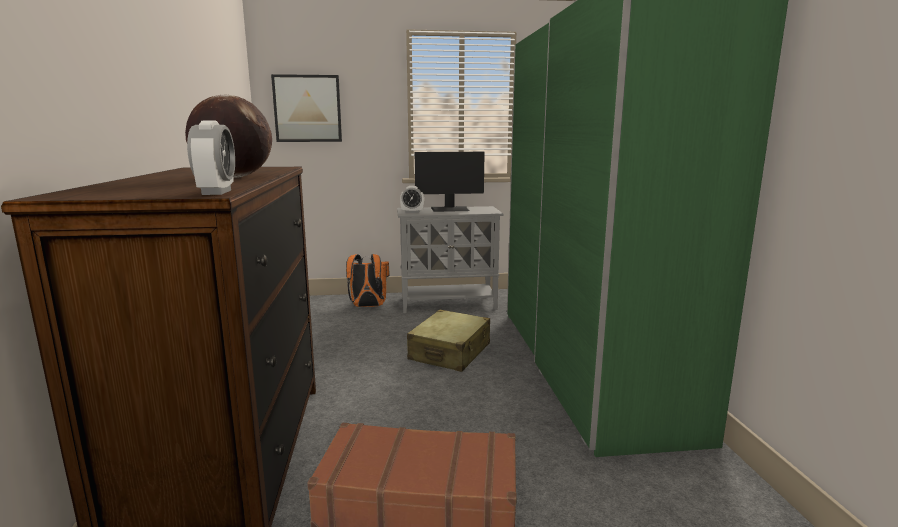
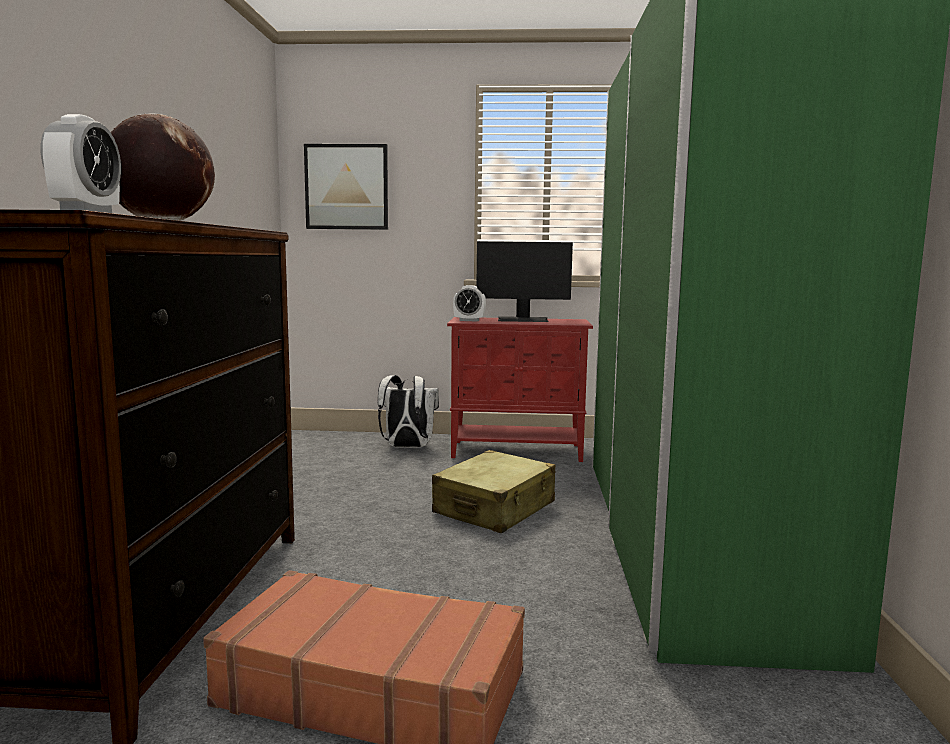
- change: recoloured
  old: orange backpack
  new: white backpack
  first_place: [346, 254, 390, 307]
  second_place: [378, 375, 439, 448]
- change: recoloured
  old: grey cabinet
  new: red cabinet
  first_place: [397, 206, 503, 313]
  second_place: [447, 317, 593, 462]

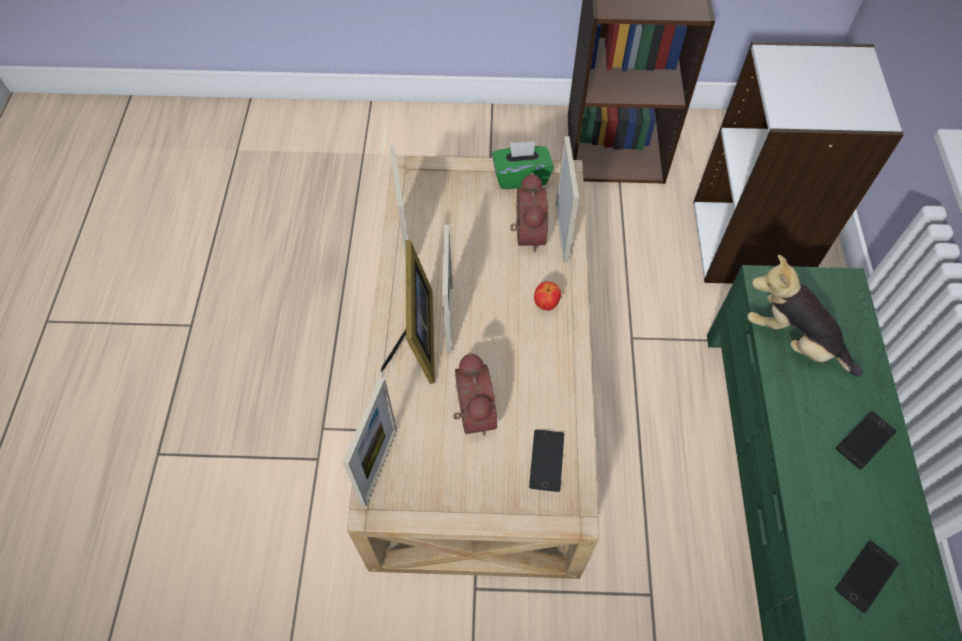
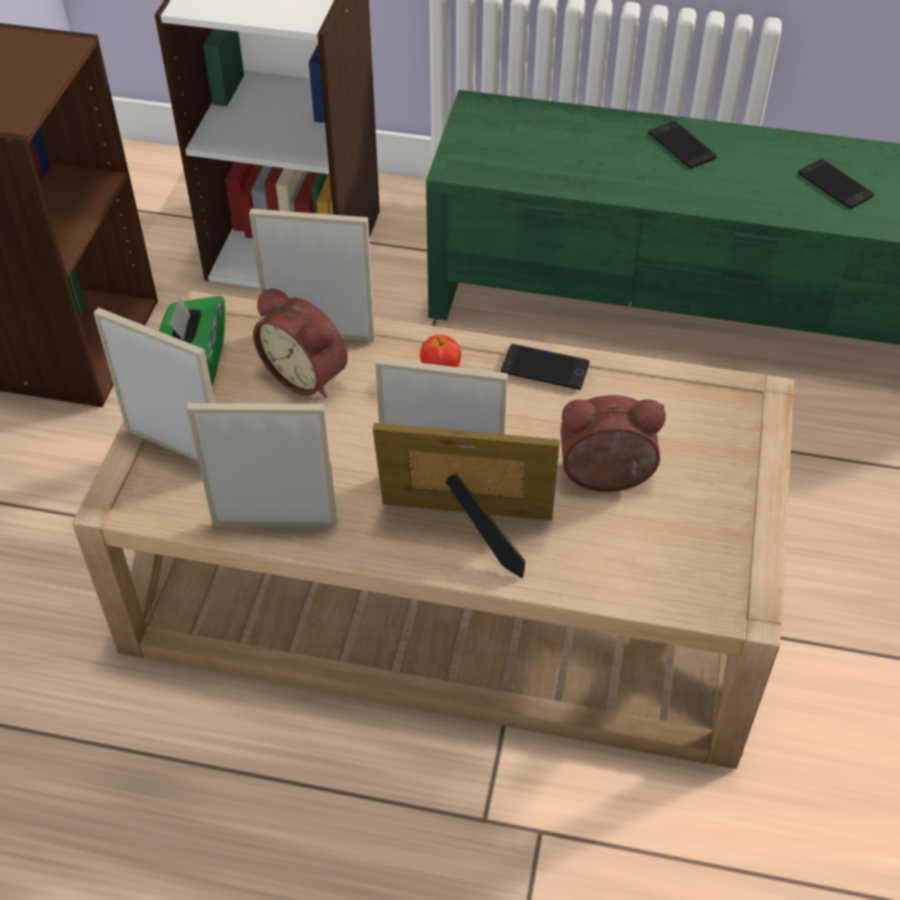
- change: removed
  old: plush toy
  first_place: [747, 254, 863, 376]
- change: moved
  old: picture frame
  first_place: [342, 377, 397, 507]
  second_place: [93, 307, 215, 461]
- change: moved
  old: phone
  first_place: [529, 429, 564, 492]
  second_place: [501, 344, 590, 390]
- change: turned
  old: alarm clock
  first_place: [510, 173, 548, 253]
  second_place: [253, 288, 348, 398]
  degrees: -150

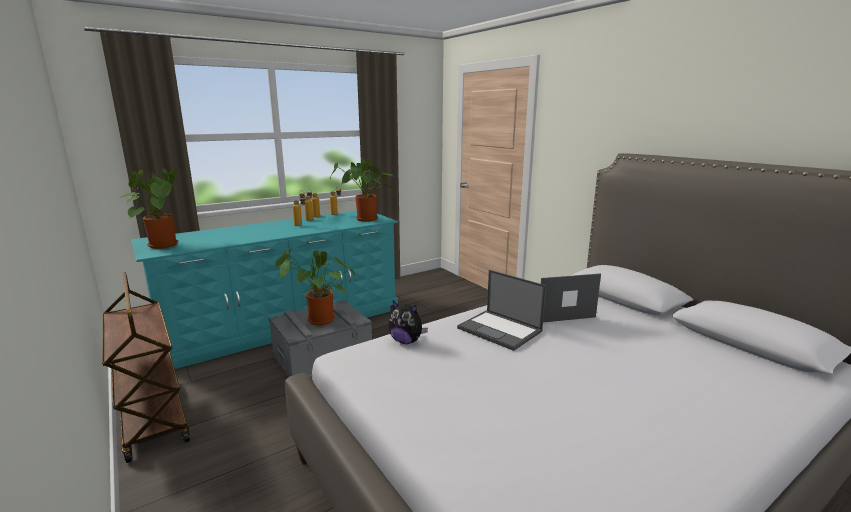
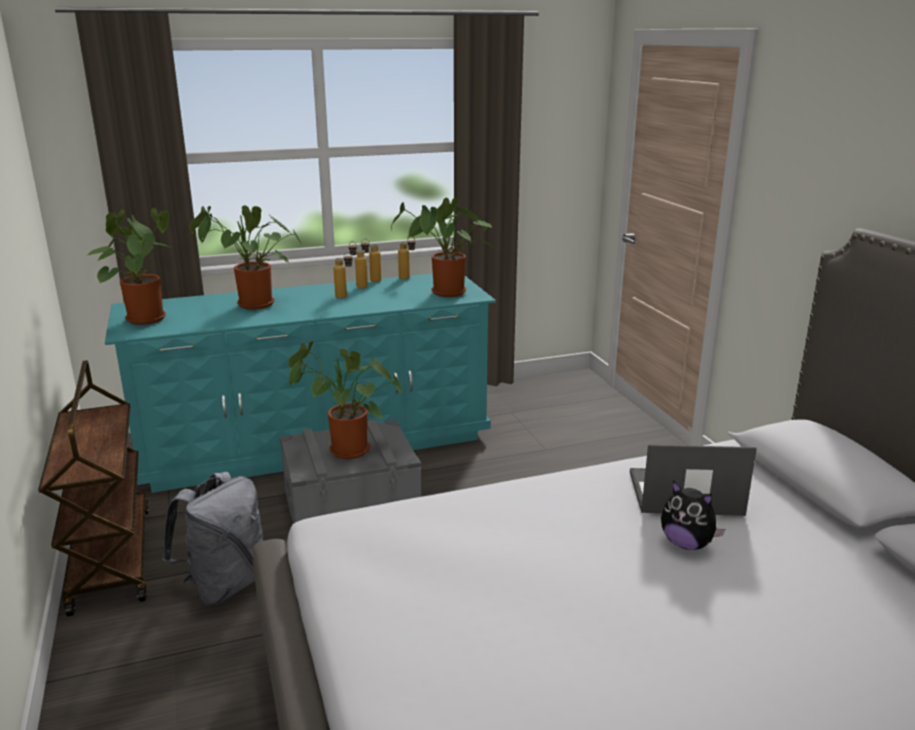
- change: removed
  old: laptop
  first_place: [457, 270, 546, 351]
- change: added
  new: grey backpack
  second_place: [162, 472, 263, 606]
- change: added
  new: potted plant
  second_place: [190, 205, 301, 310]
- change: moved
  old: plush toy
  first_place: [388, 301, 428, 344]
  second_place: [661, 480, 725, 550]

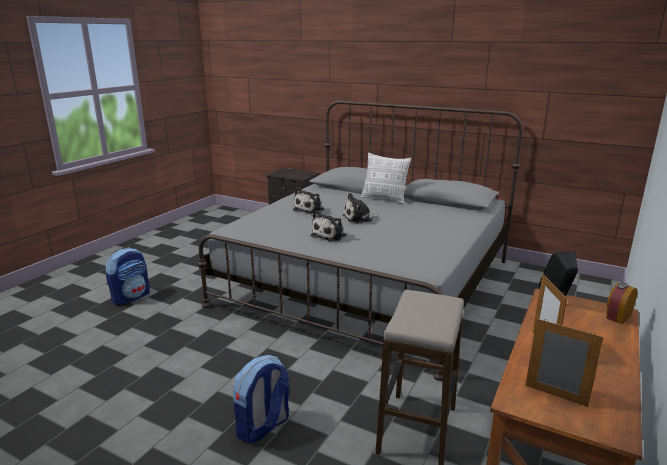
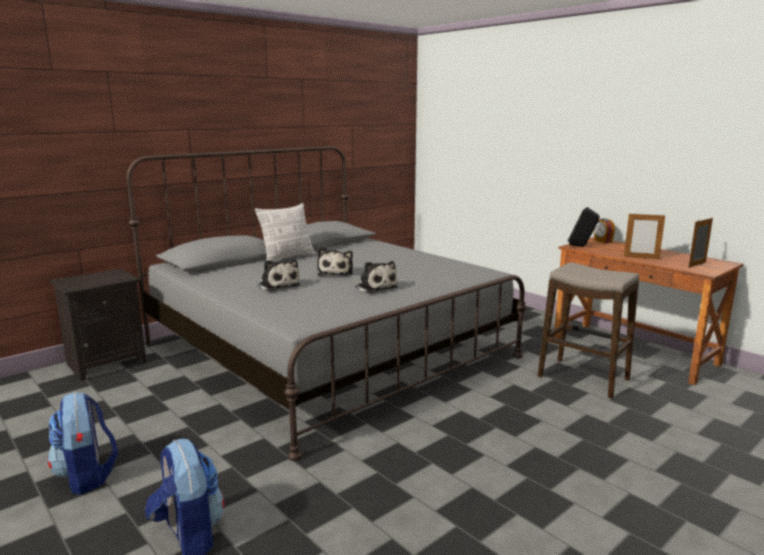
- change: moved
  old: backpack
  first_place: [233, 355, 289, 443]
  second_place: [47, 392, 118, 495]

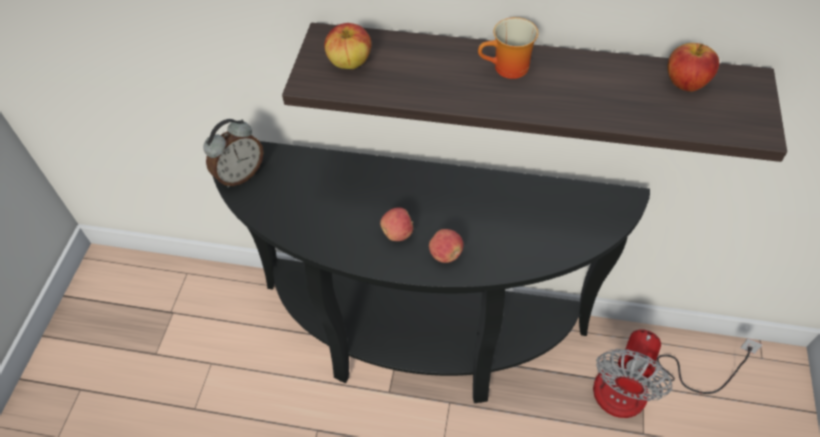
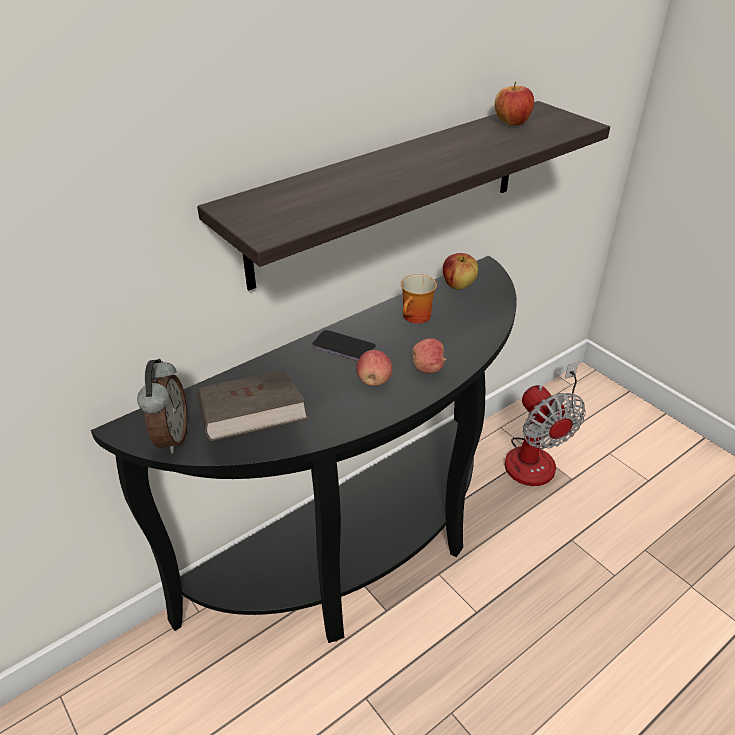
- change: added
  new: brown book
  second_place: [197, 370, 308, 441]
- change: added
  new: phone
  second_place: [312, 330, 376, 361]
- change: moved
  old: apple
  first_place: [324, 23, 372, 69]
  second_place: [443, 253, 478, 290]
- change: moved
  old: mug
  first_place: [478, 17, 538, 79]
  second_place: [401, 274, 437, 324]

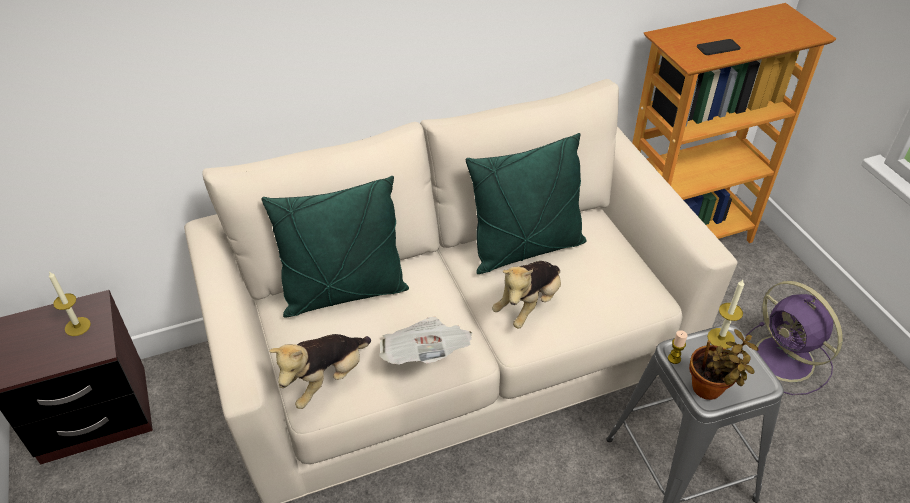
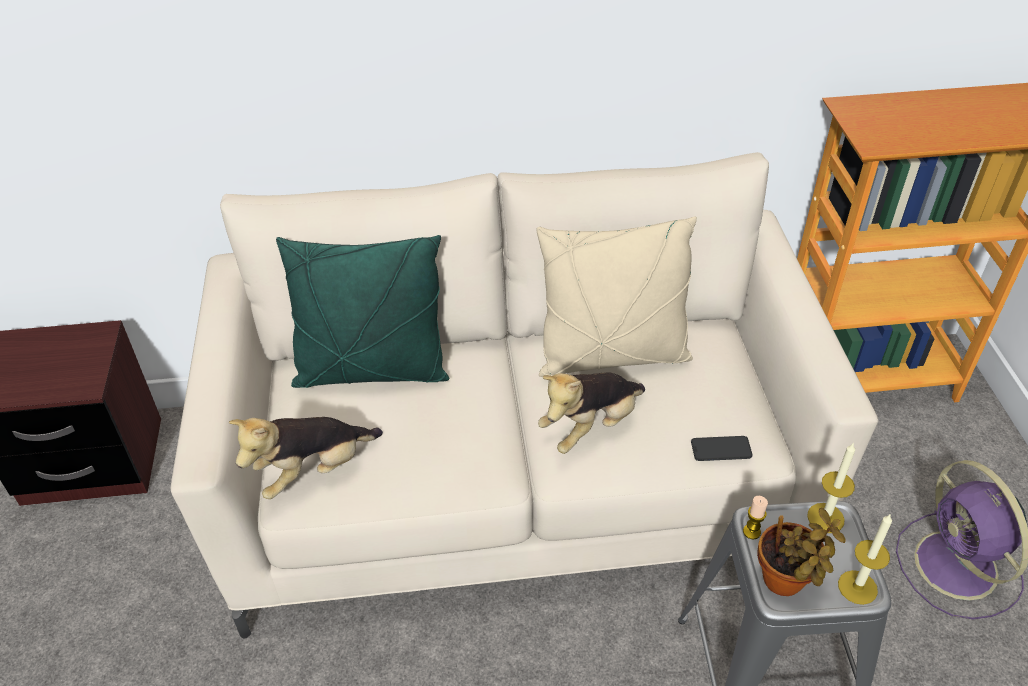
- change: removed
  old: newspaper
  first_place: [379, 317, 472, 365]
- change: moved
  old: candle
  first_place: [49, 271, 91, 336]
  second_place: [838, 513, 892, 605]
- change: moved
  old: phone
  first_place: [697, 39, 741, 55]
  second_place: [691, 436, 753, 461]
- change: recoloured
  old: green pillow
  new: beige pillow
  first_place: [466, 133, 586, 274]
  second_place: [536, 216, 697, 377]

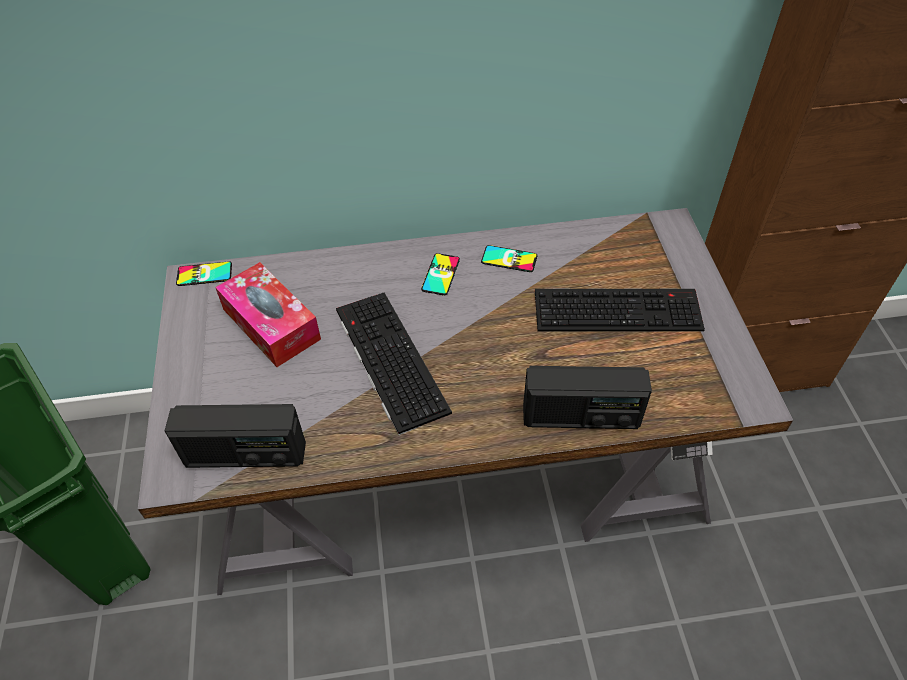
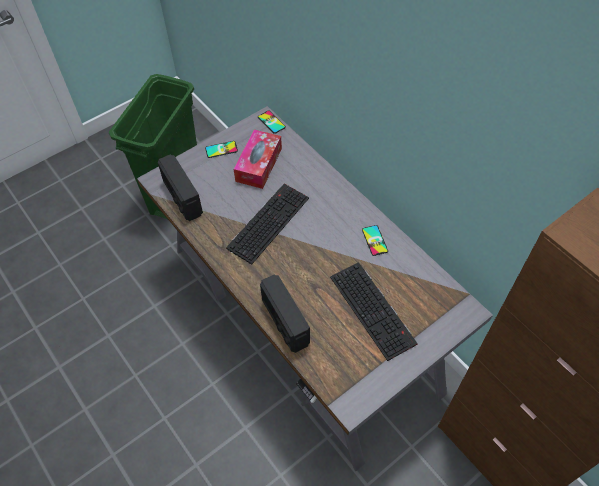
- change: moved
  old: phone
  first_place: [421, 253, 460, 296]
  second_place: [205, 141, 238, 158]

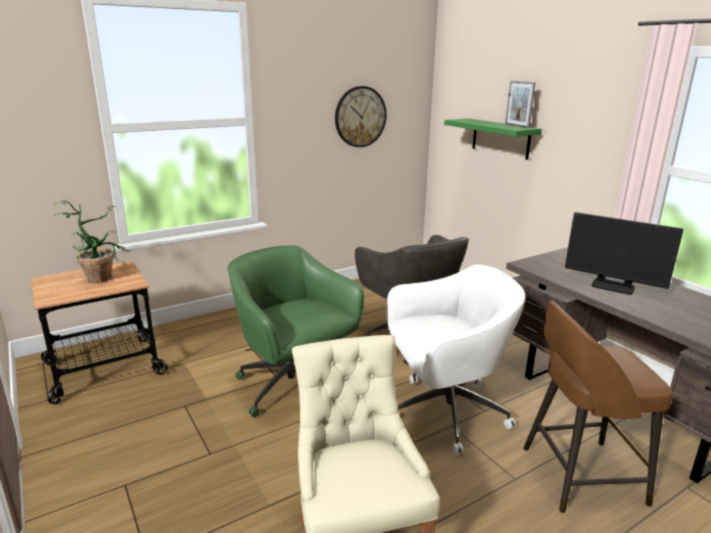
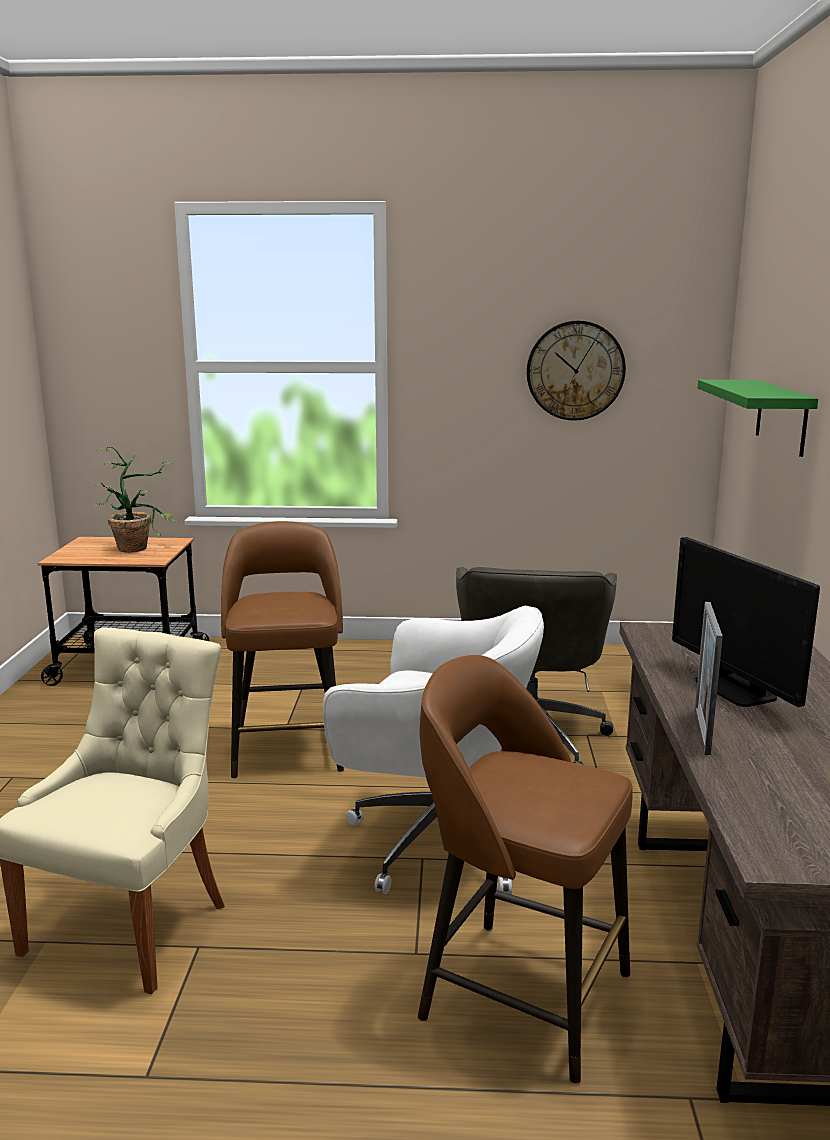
- change: moved
  old: picture frame
  first_place: [505, 81, 536, 128]
  second_place: [695, 602, 723, 755]
- change: replaced
  old: green office chair
  new: brown stool
  first_place: [228, 245, 364, 417]
  second_place: [221, 521, 344, 779]

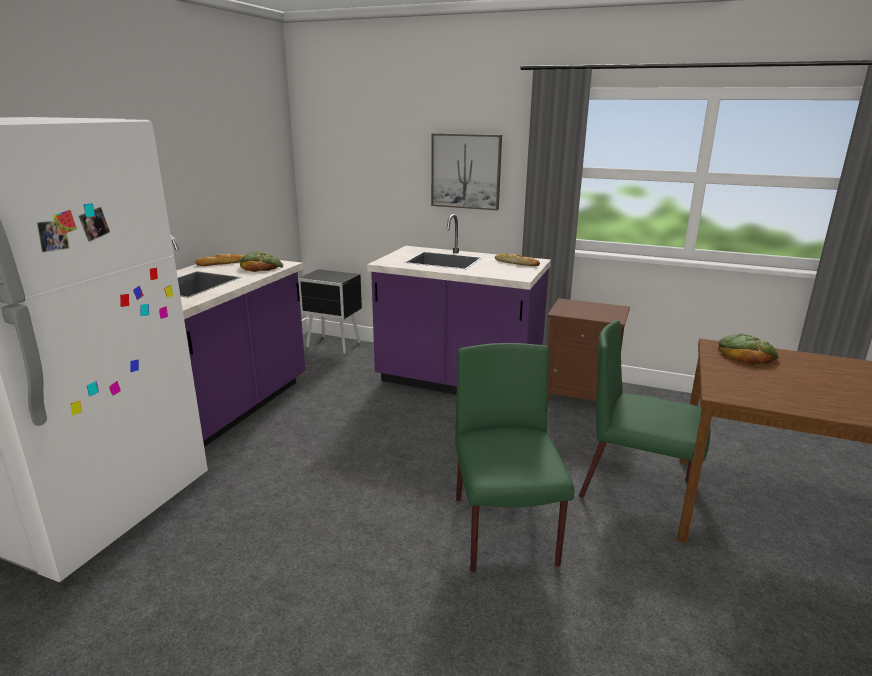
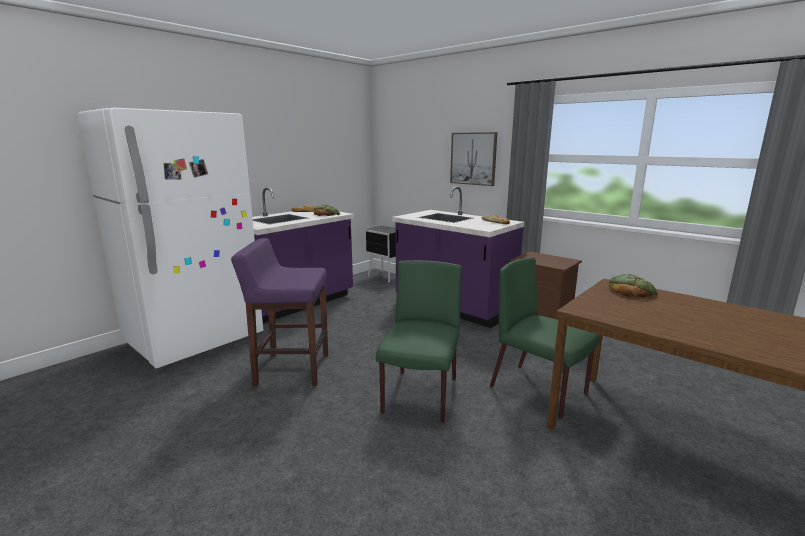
- change: added
  new: purple stool
  second_place: [231, 238, 328, 386]

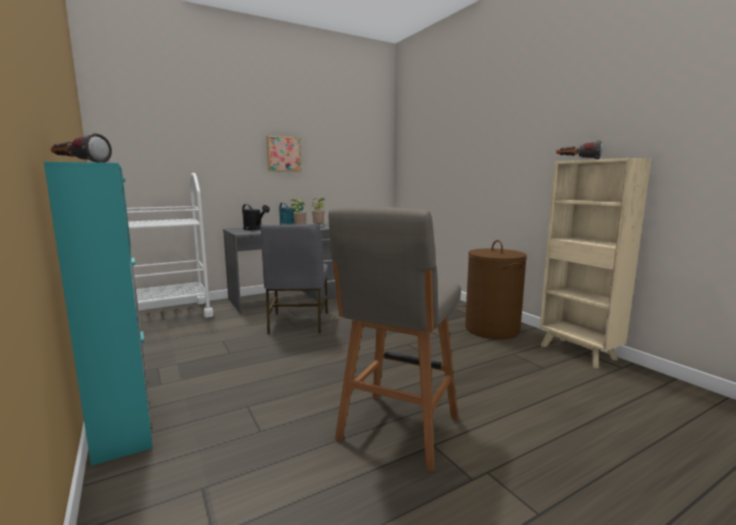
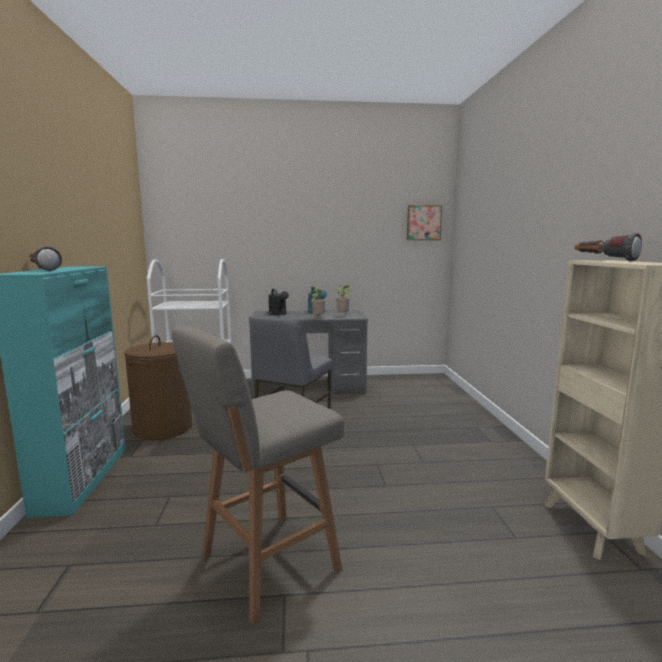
- change: moved
  old: picture
  first_place: [267, 136, 301, 172]
  second_place: [407, 205, 442, 240]
- change: moved
  old: brown laundry basket
  first_place: [465, 240, 527, 339]
  second_place: [124, 335, 192, 440]

